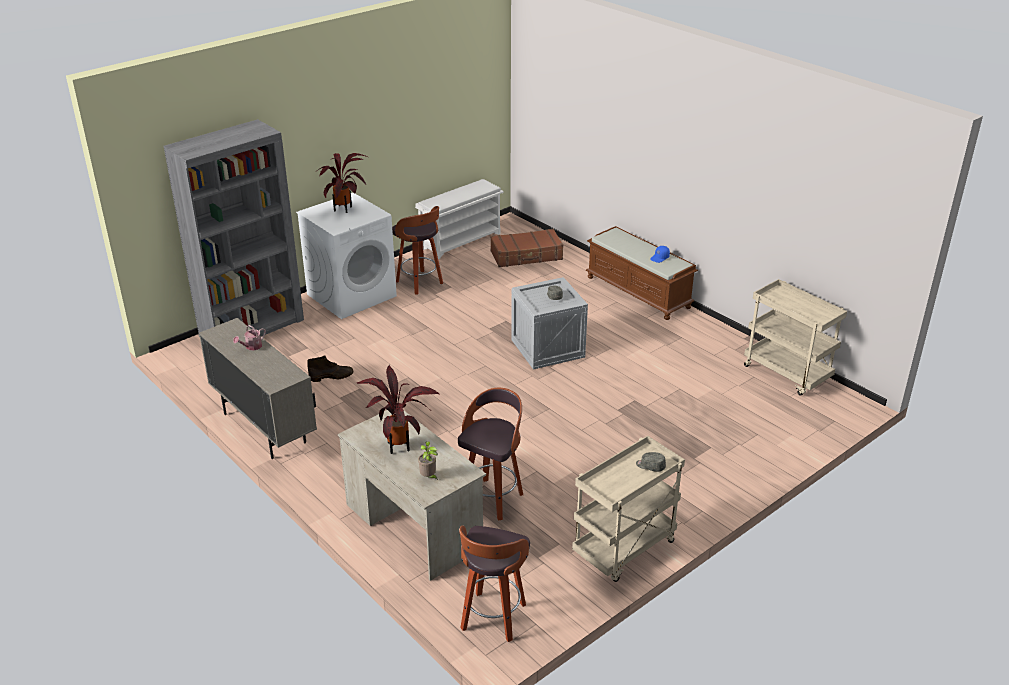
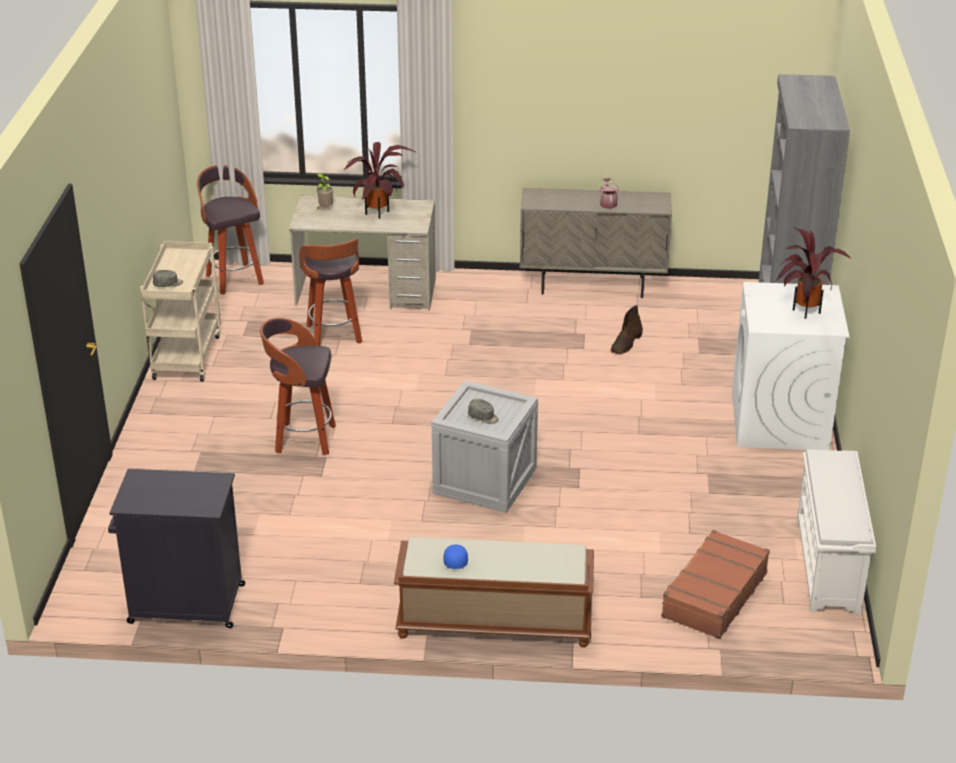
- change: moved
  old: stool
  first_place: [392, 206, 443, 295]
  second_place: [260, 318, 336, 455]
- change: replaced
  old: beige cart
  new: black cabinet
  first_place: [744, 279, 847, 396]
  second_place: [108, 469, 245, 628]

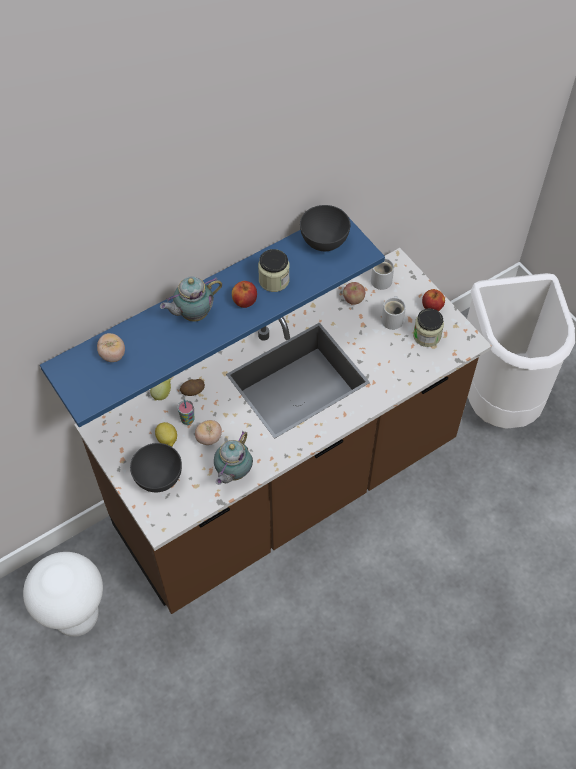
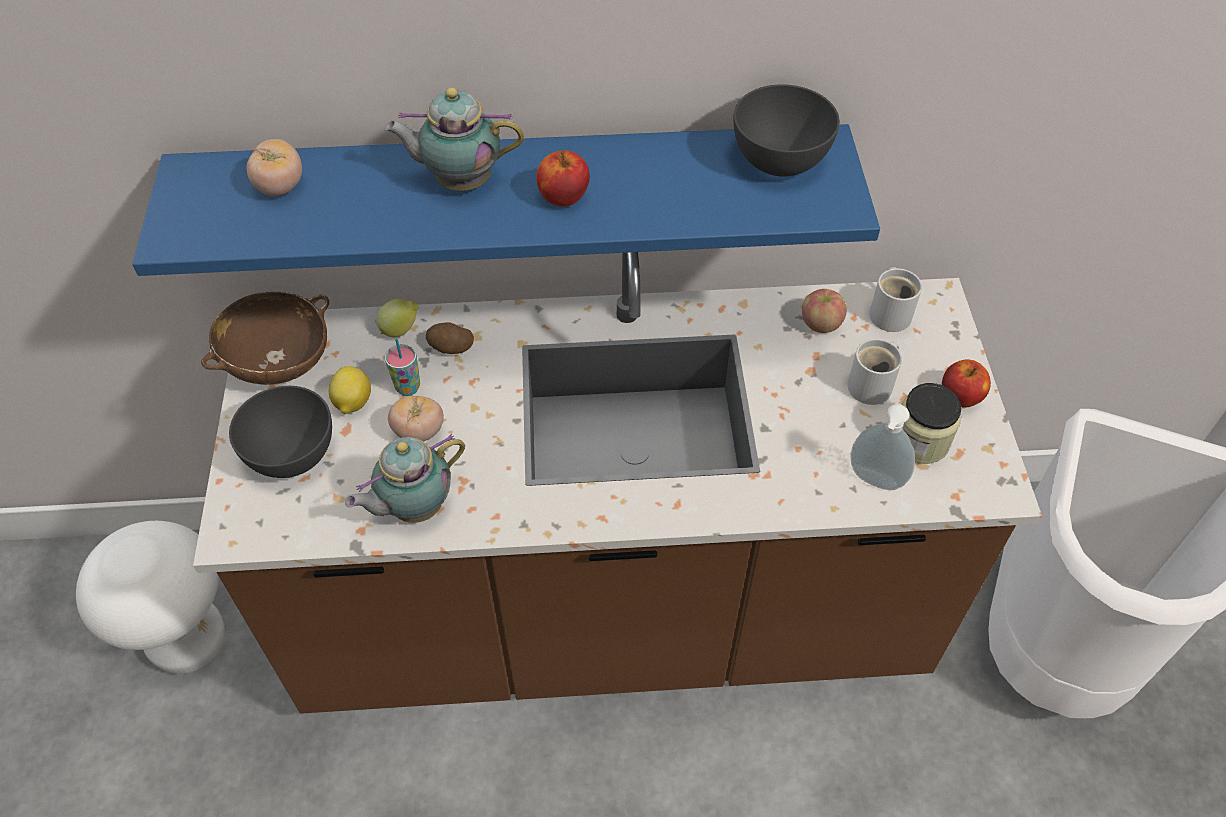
- change: removed
  old: jar
  first_place: [258, 249, 289, 292]
- change: added
  new: brown bowl
  second_place: [201, 291, 329, 385]
- change: added
  new: soap dispenser
  second_place: [850, 404, 915, 490]

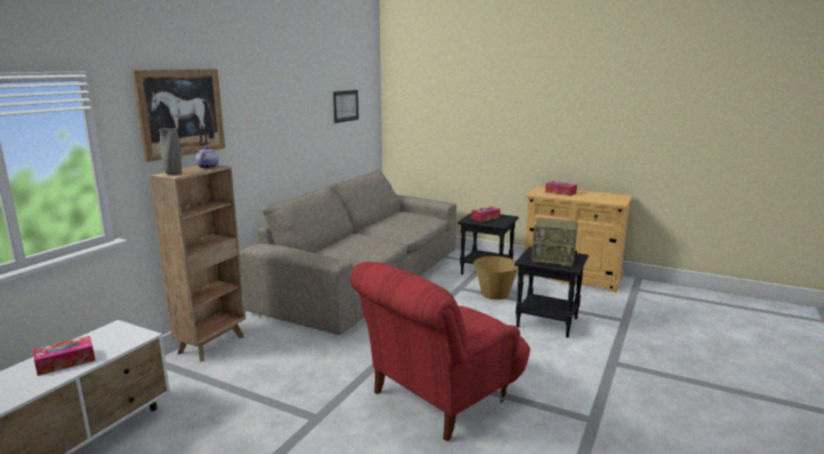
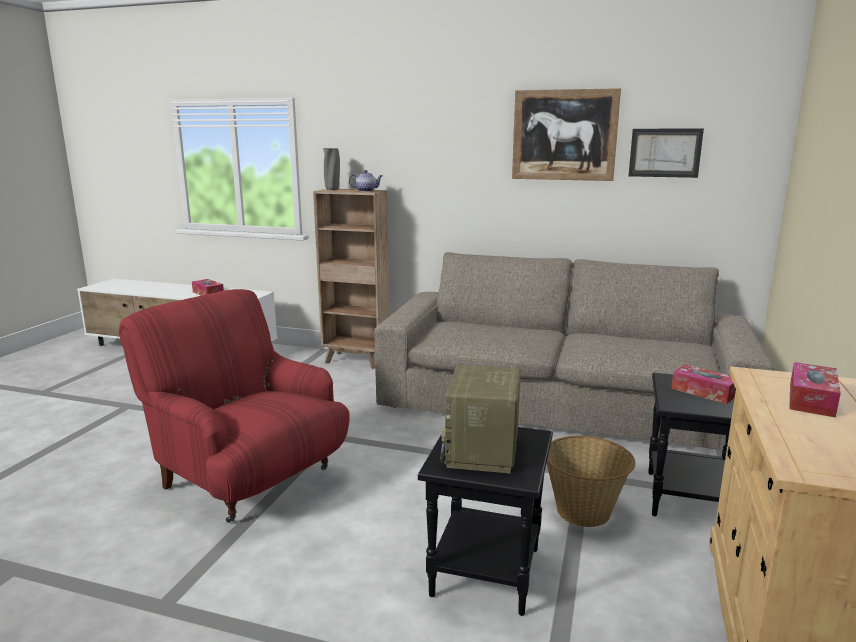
- change: moved
  old: picture
  first_place: [132, 69, 225, 162]
  second_place: [512, 88, 621, 181]

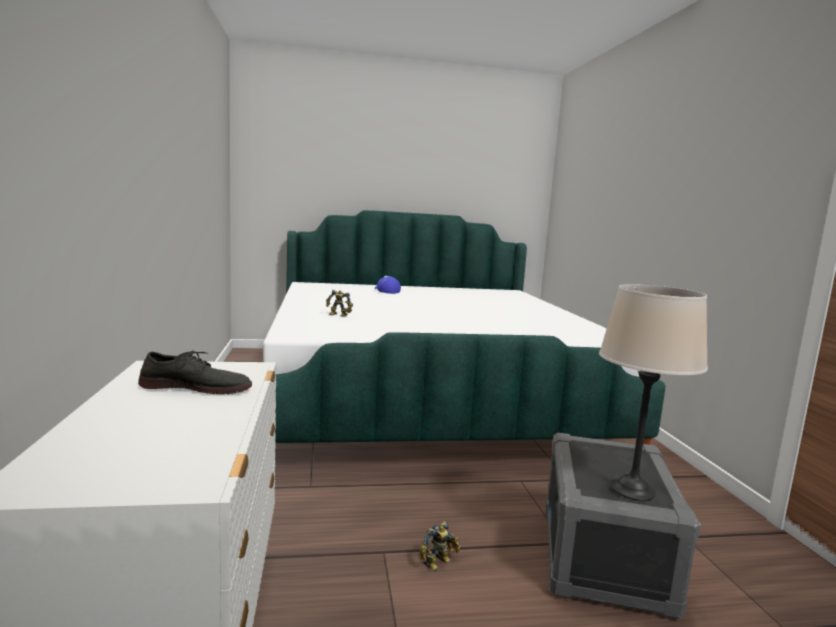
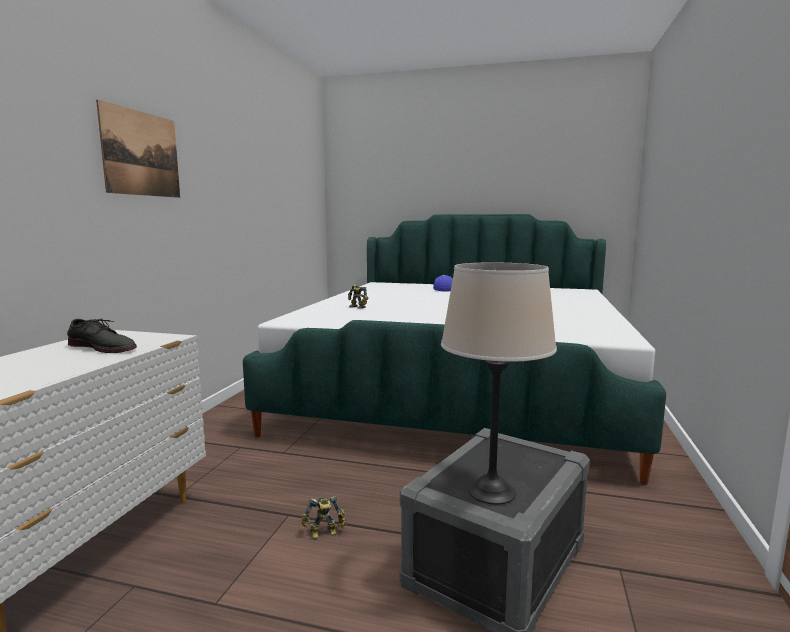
- change: added
  new: picture
  second_place: [96, 100, 180, 198]

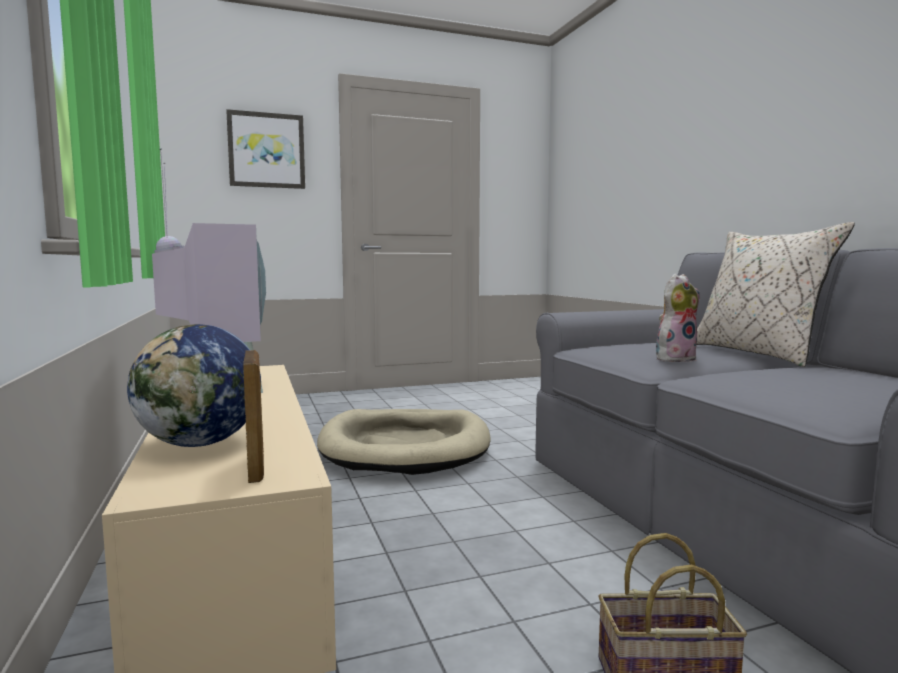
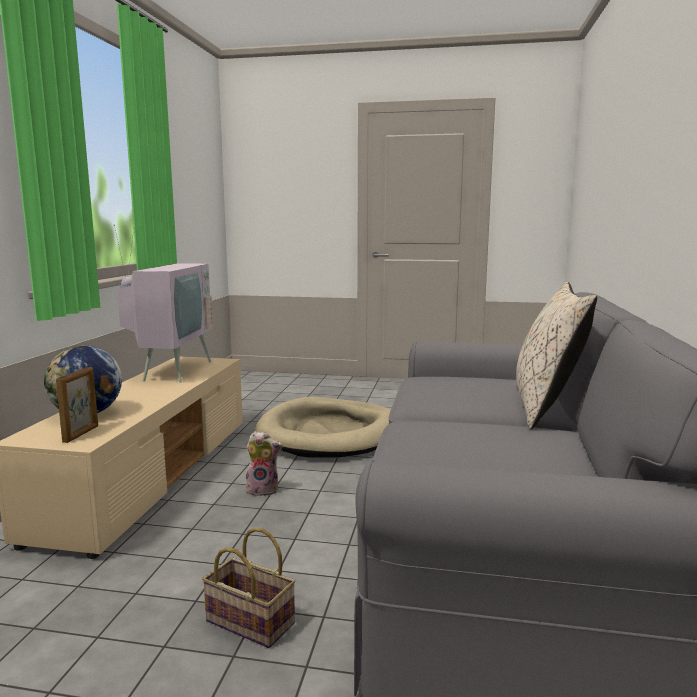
- change: removed
  old: picture
  first_place: [226, 109, 305, 189]
- change: moved
  old: plush toy
  first_place: [656, 274, 700, 362]
  second_place: [246, 431, 283, 496]

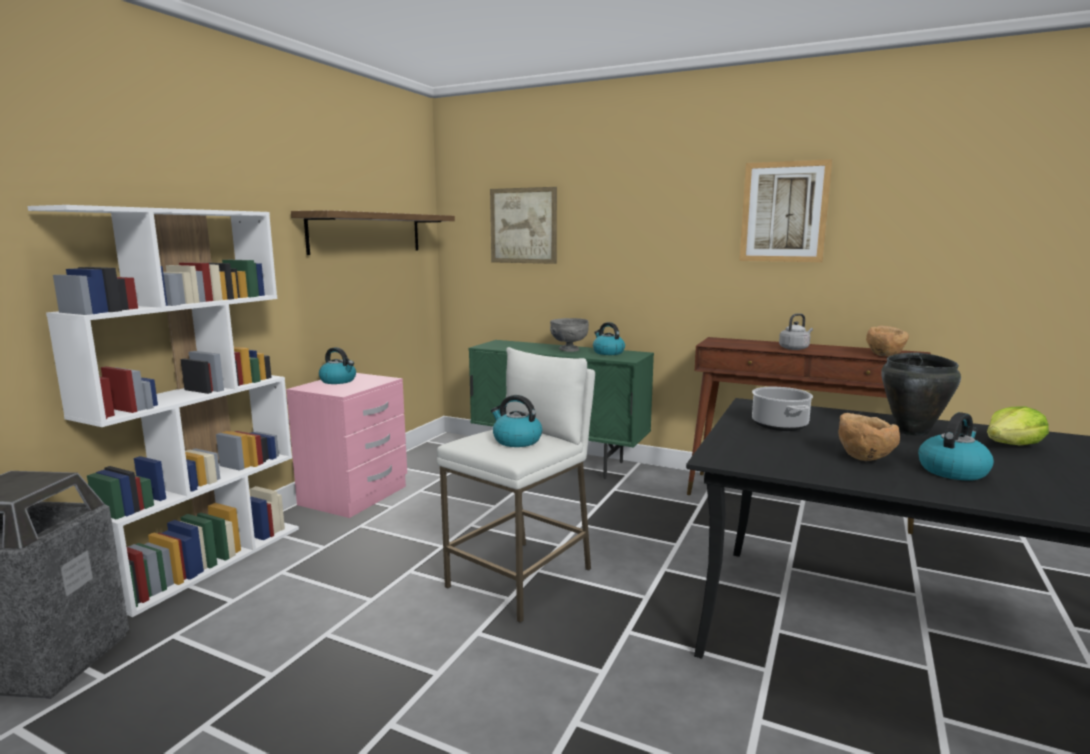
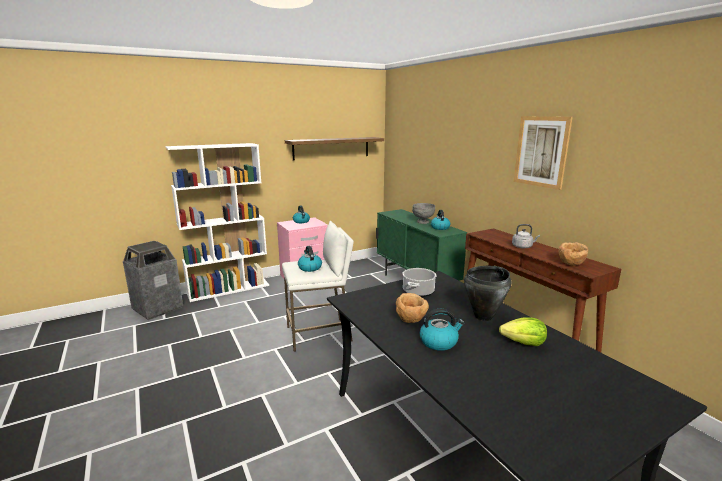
- change: removed
  old: picture
  first_place: [490, 187, 557, 264]

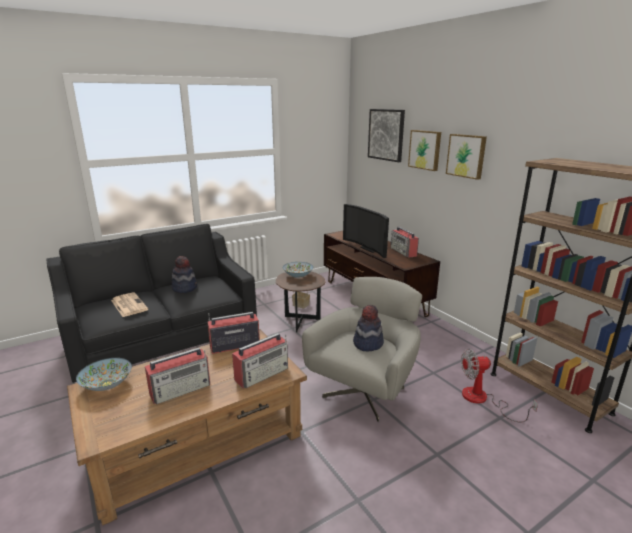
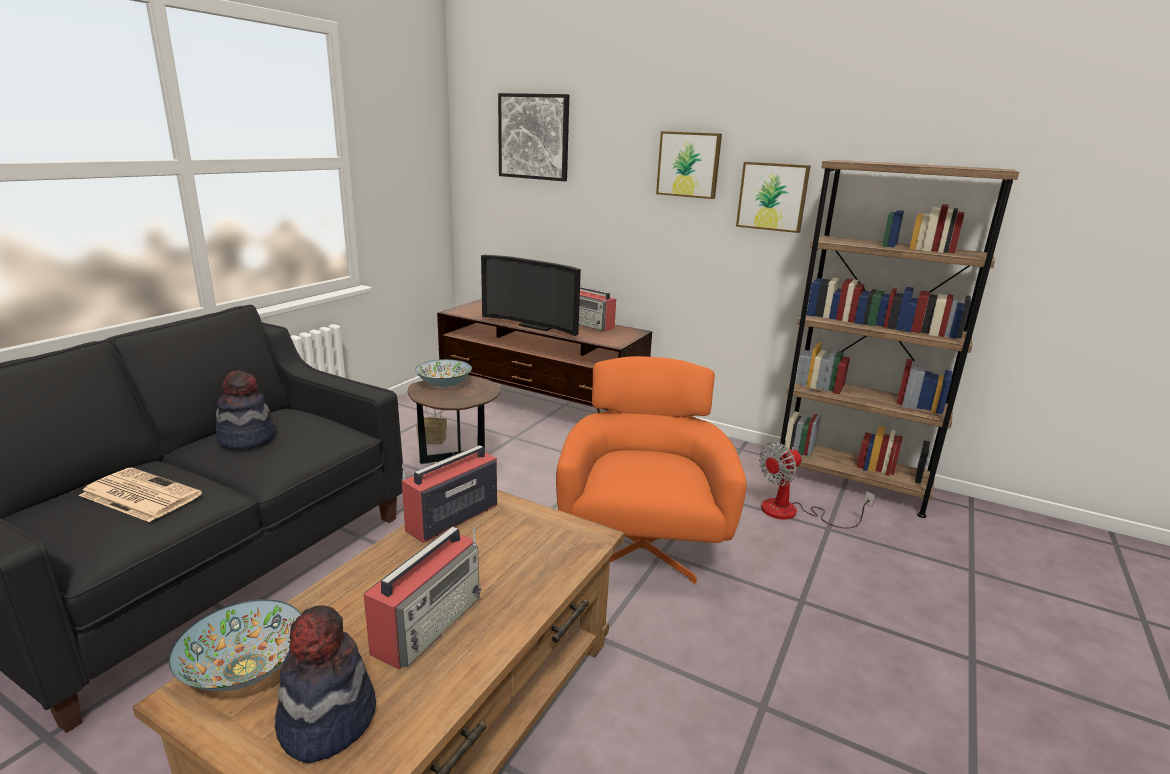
- change: removed
  old: radio
  first_place: [232, 333, 288, 388]
- change: moved
  old: hat
  first_place: [353, 305, 384, 351]
  second_place: [275, 605, 376, 763]
- change: moved
  old: picture
  first_place: [408, 130, 441, 171]
  second_place: [736, 162, 811, 233]
- change: recoloured
  old: grey armchair
  new: orange armchair
  first_place: [302, 277, 422, 422]
  second_place: [556, 356, 746, 584]

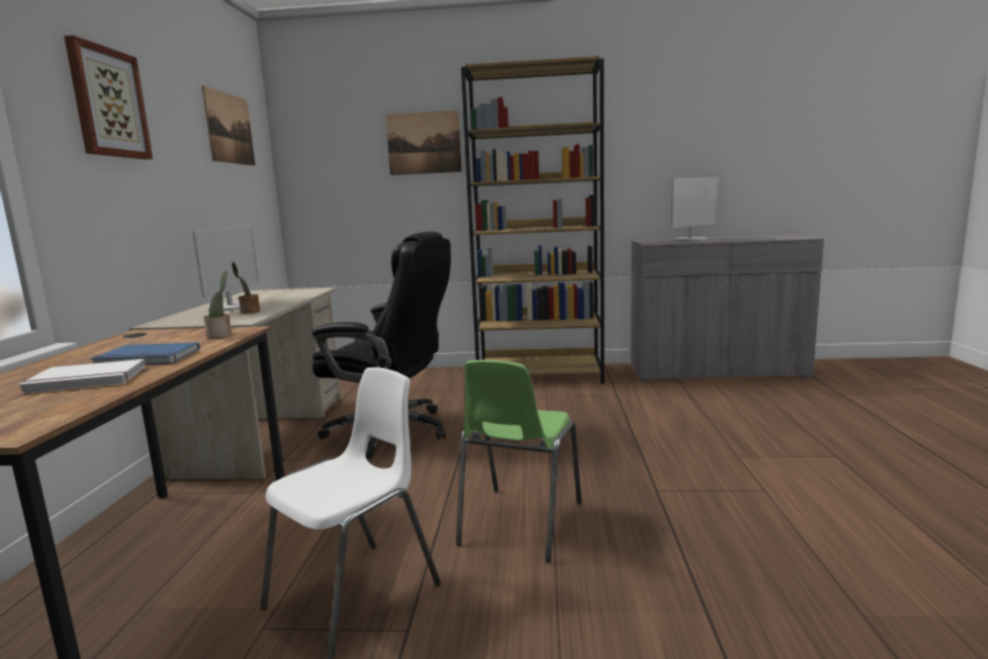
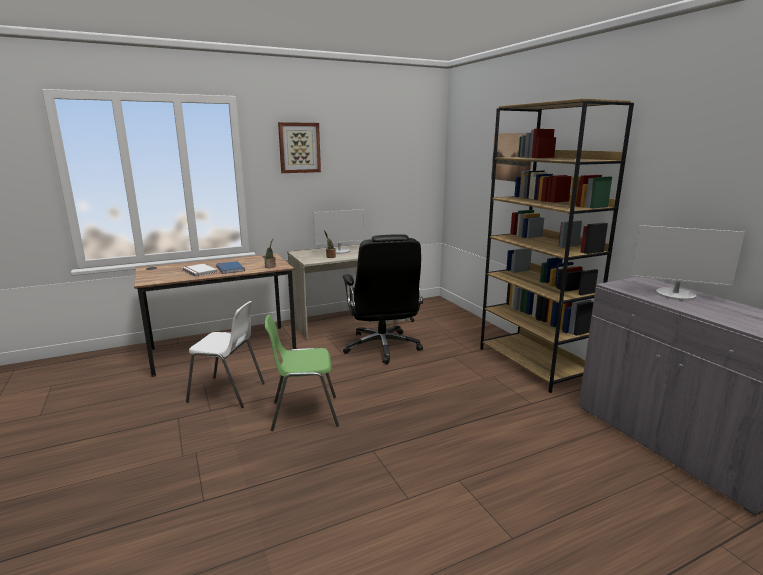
- change: removed
  old: picture
  first_place: [202, 85, 255, 166]

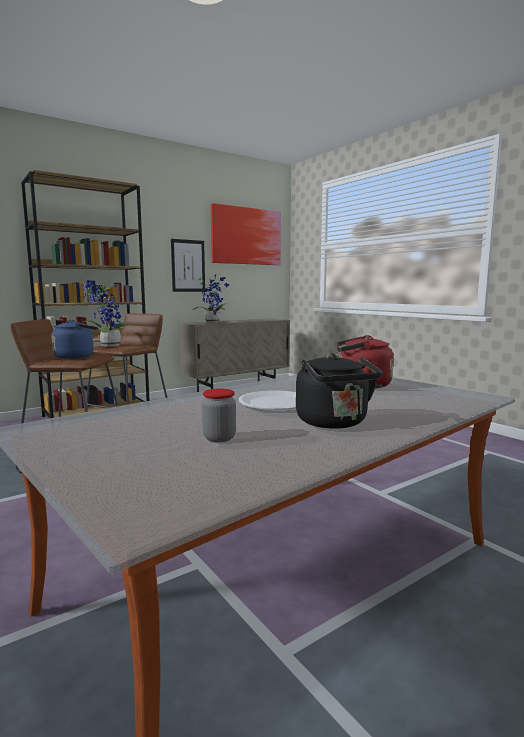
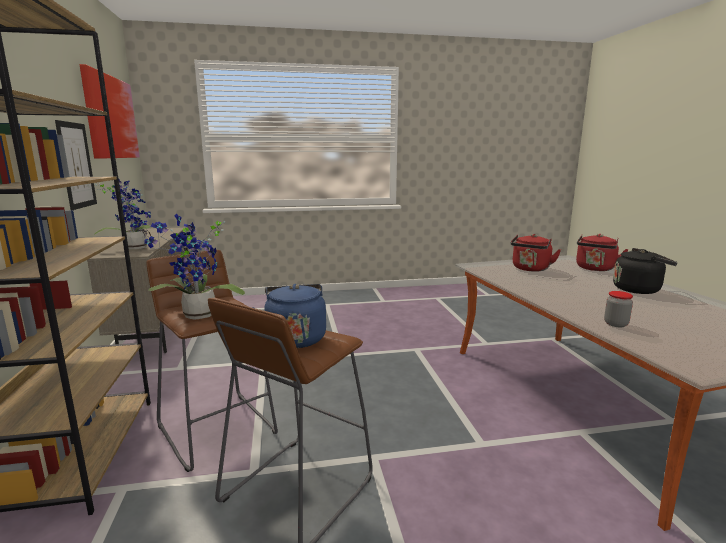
- change: removed
  old: white plate
  first_place: [239, 390, 296, 410]
- change: added
  new: red kettle
  second_place: [576, 234, 629, 271]
- change: moved
  old: jar
  first_place: [202, 388, 236, 442]
  second_place: [604, 291, 633, 327]

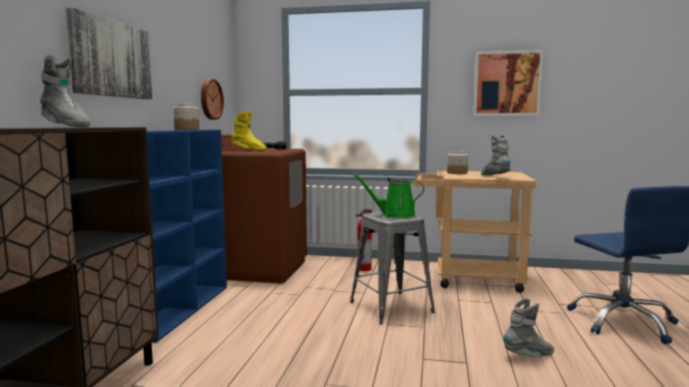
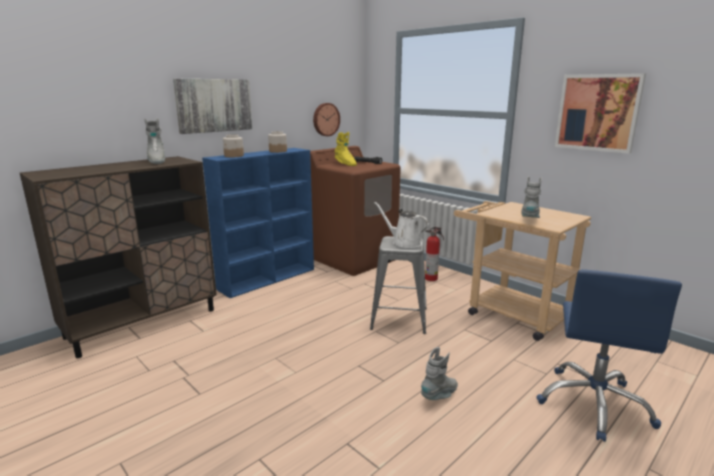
- change: moved
  old: jar
  first_place: [447, 151, 468, 174]
  second_place: [223, 134, 244, 157]
- change: recoloured
  old: green watering can
  new: white watering can
  first_place: [353, 173, 424, 218]
  second_place: [374, 202, 429, 248]
- change: turned
  old: grey boot
  first_place: [504, 298, 554, 357]
  second_place: [421, 347, 458, 400]
  degrees: -60

